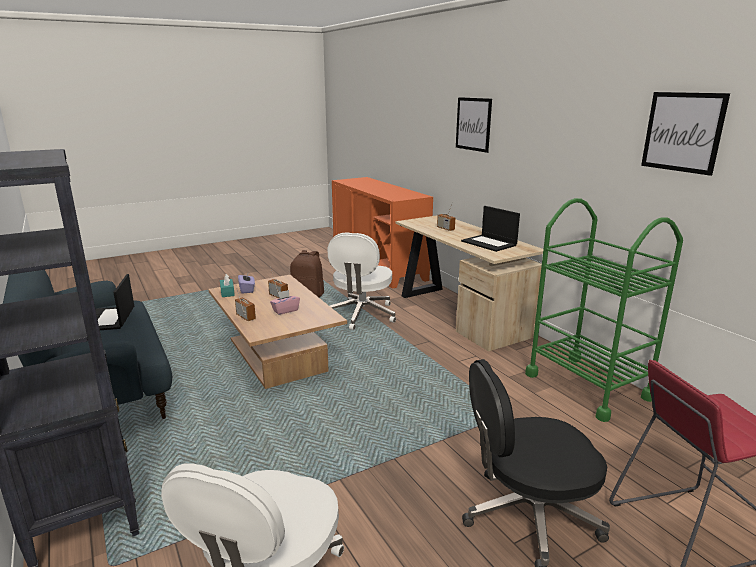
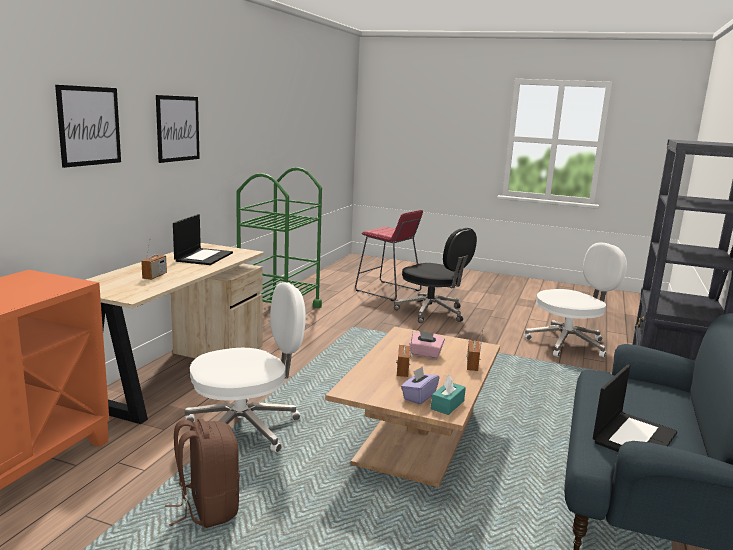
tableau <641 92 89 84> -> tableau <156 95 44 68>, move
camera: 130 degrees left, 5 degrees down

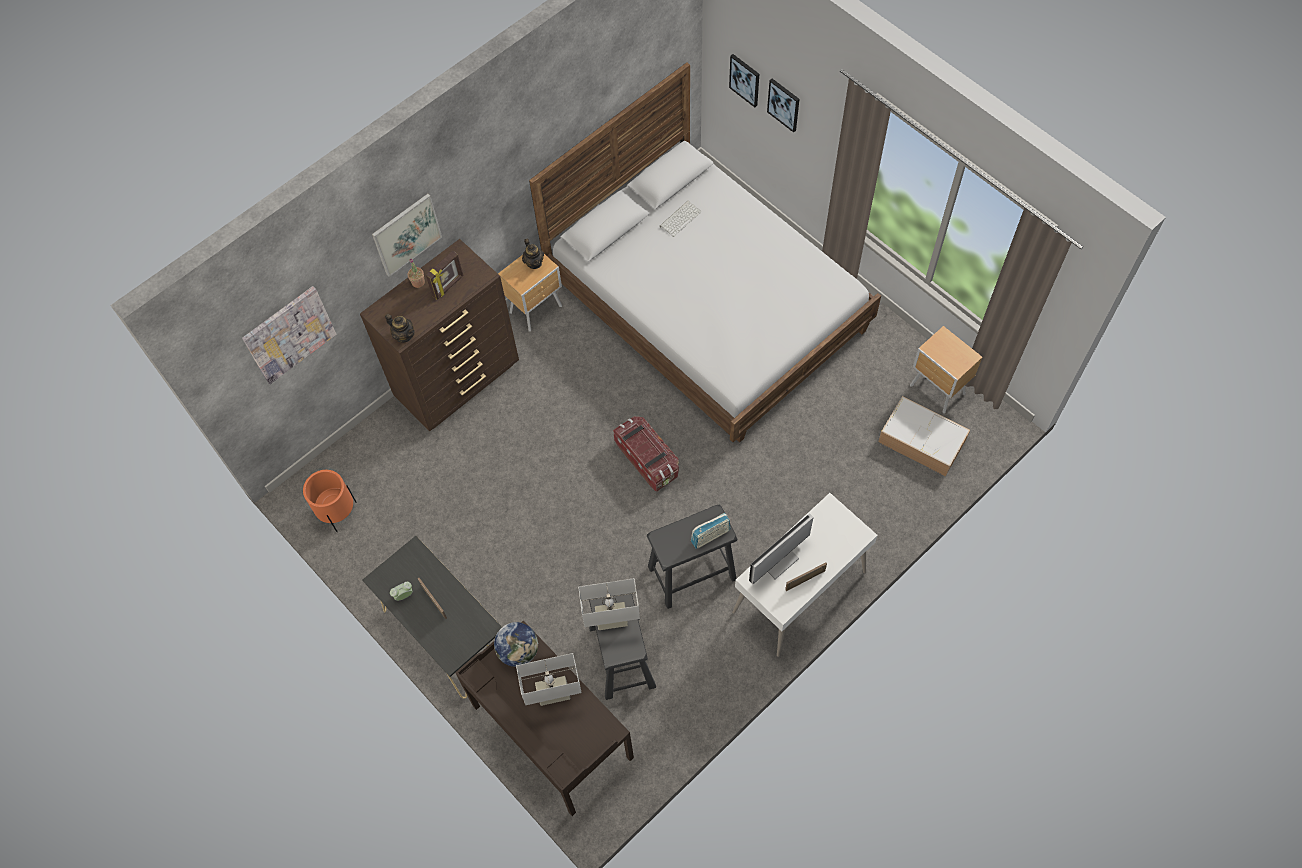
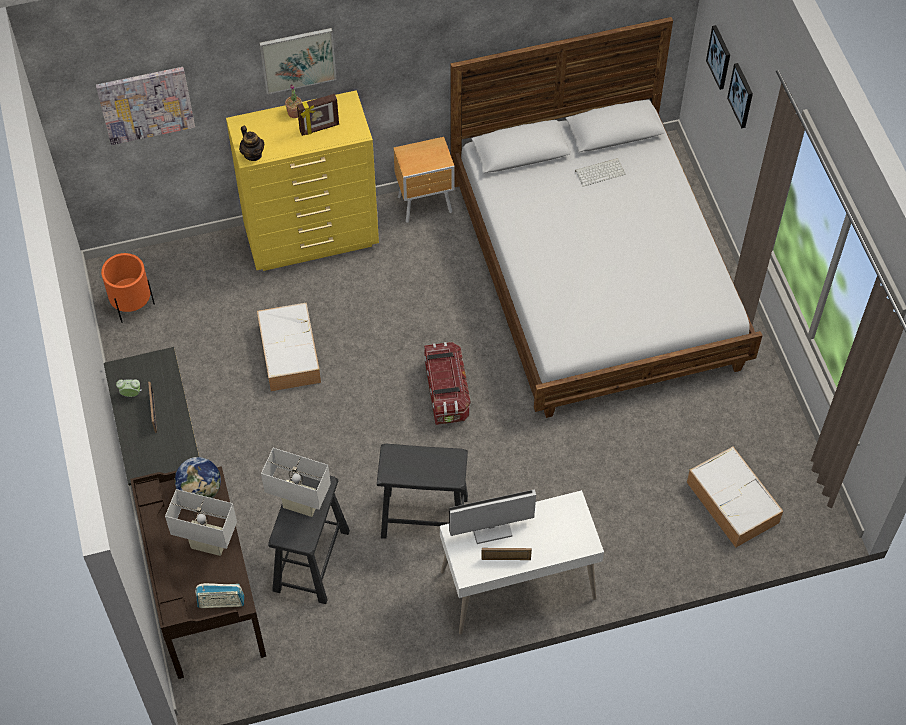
théière <522 238 22 31> -> none
commode/marron <360 239 159 192> -> commode/jaune <226 90 153 181>
table de chevet/marron <910 326 72 87> -> none
radio <691 513 40 36> -> radio <195 583 49 25>, move
none -> boîte de rangement <257 303 64 88>
camera: 25 degrees right, 5 degrees down

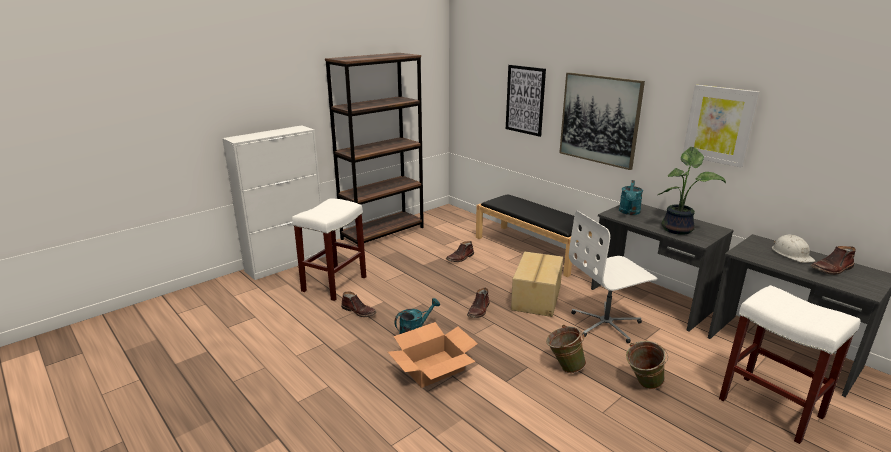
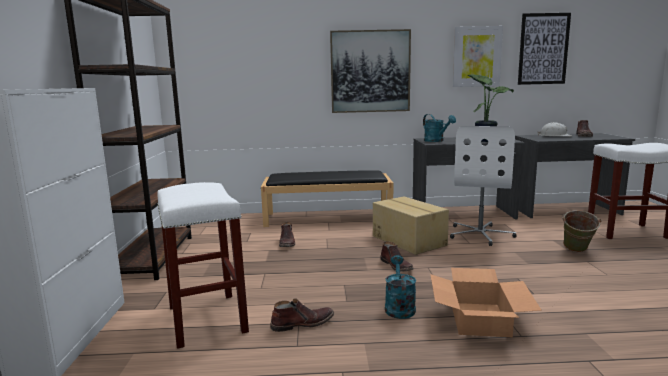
tableau <506 65 40 72> -> tableau <518 13 53 72>, move
seau/vert <546 325 40 48> -> none
camera: 50 degrees left, 10 degrees down

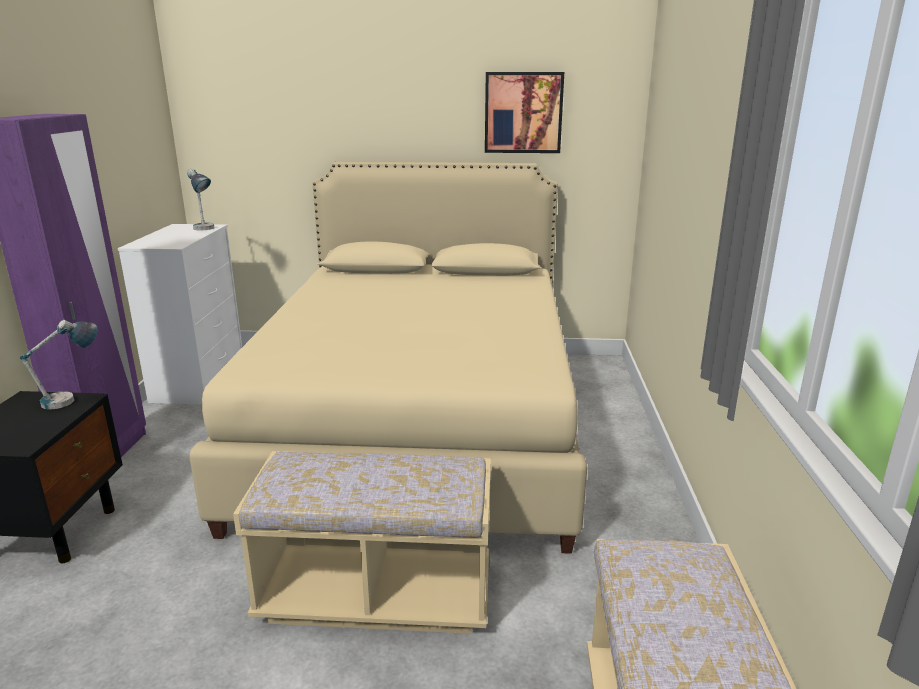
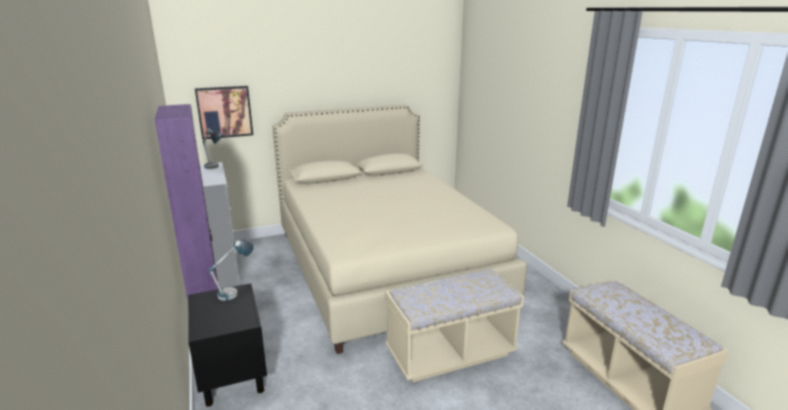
tableau <485 72 79 81> -> tableau <195 86 58 54>, move
camera: 25 degrees left, 0 degrees up

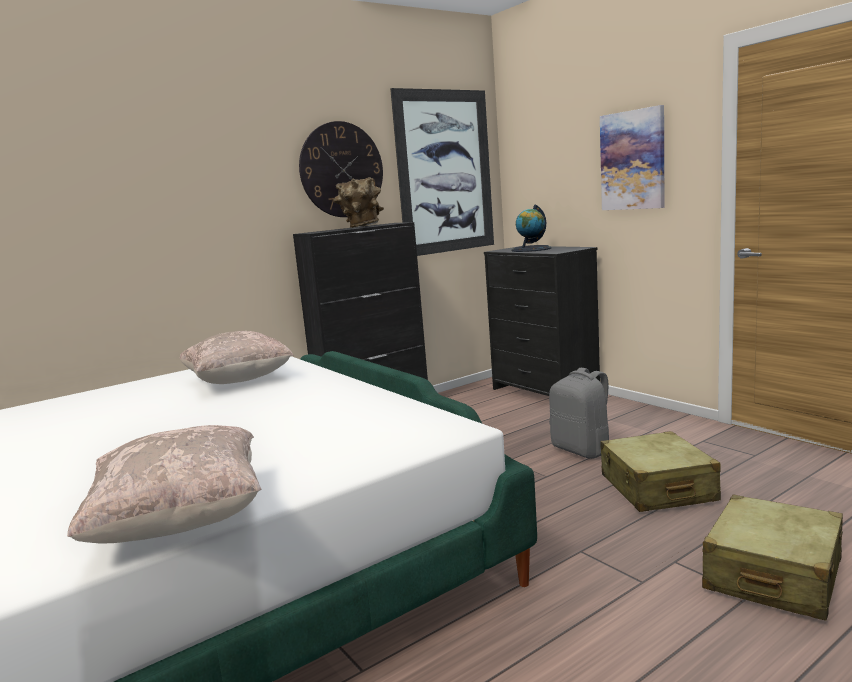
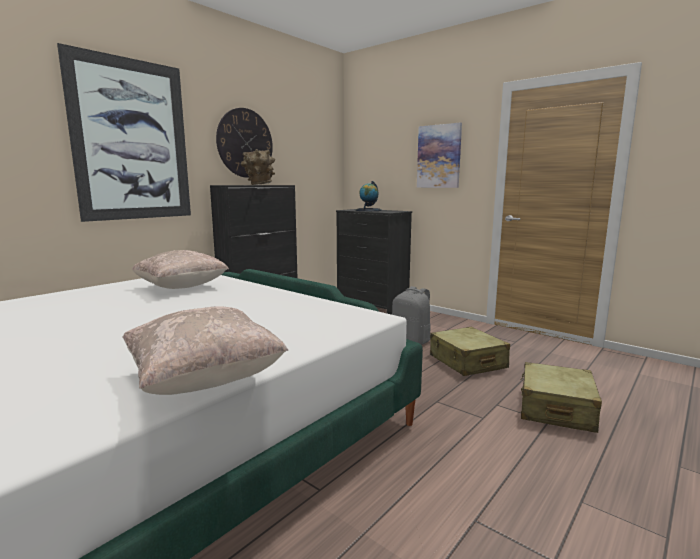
tableau <390 88 104 168> -> tableau <57 43 134 179>, move
camera: 15 degrees left, 0 degrees up

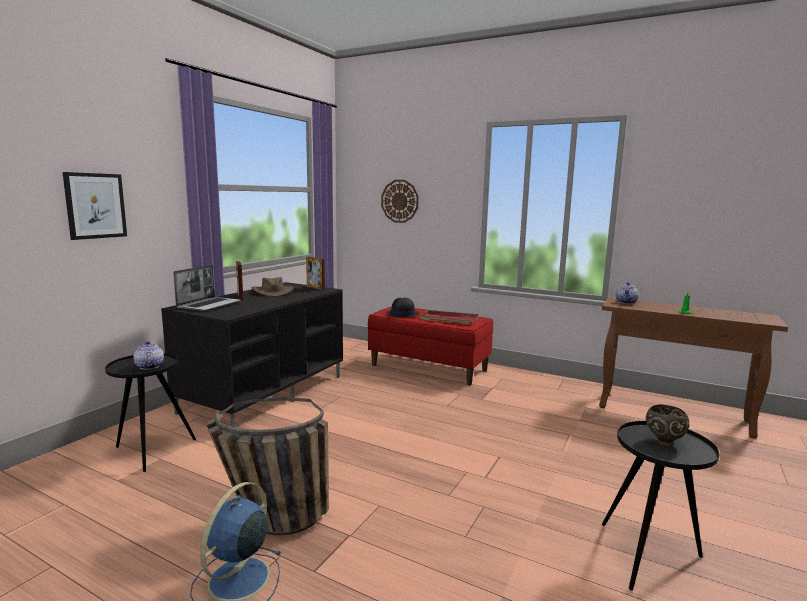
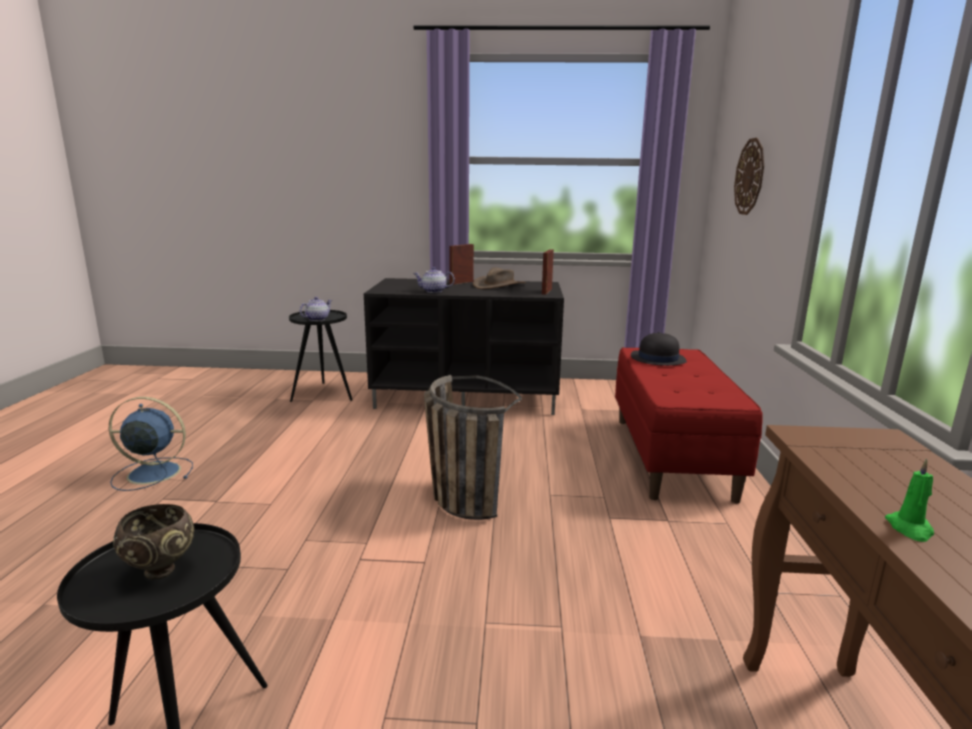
tableau <63 172 64 68> -> none
ordinateur portable <173 265 68 47> -> none
théière <616 282 23 22> -> théière <413 267 42 26>, move
plateau/rouge <420 310 58 14> -> none
panier <207 398 122 137> -> panier <424 375 98 145>, move
camera: 65 degrees right, 5 degrees up

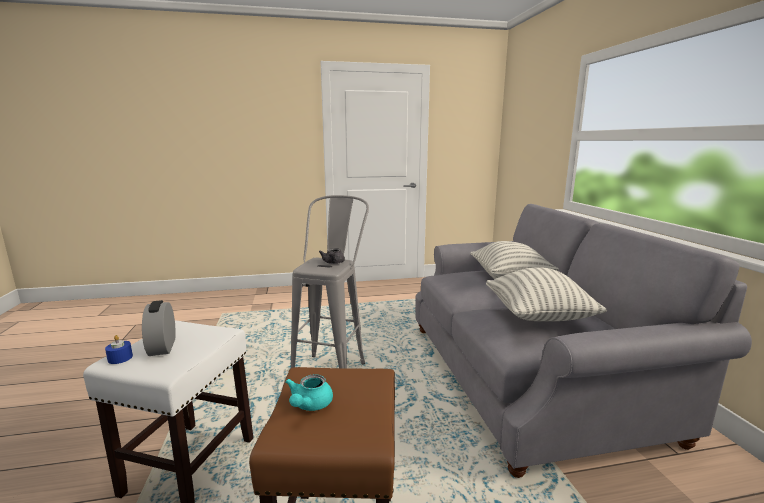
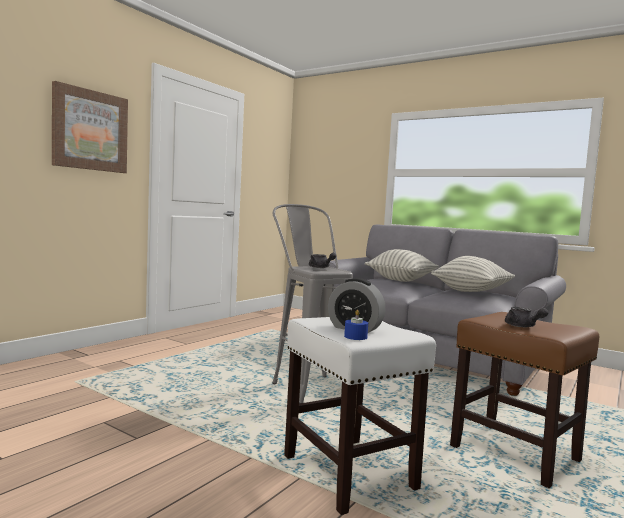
théière/turquoise <285 374 48 37> -> théière/gris <505 307 43 20>
none -> tableau <52 81 76 92>
camera: 45 degrees left, 10 degrees down

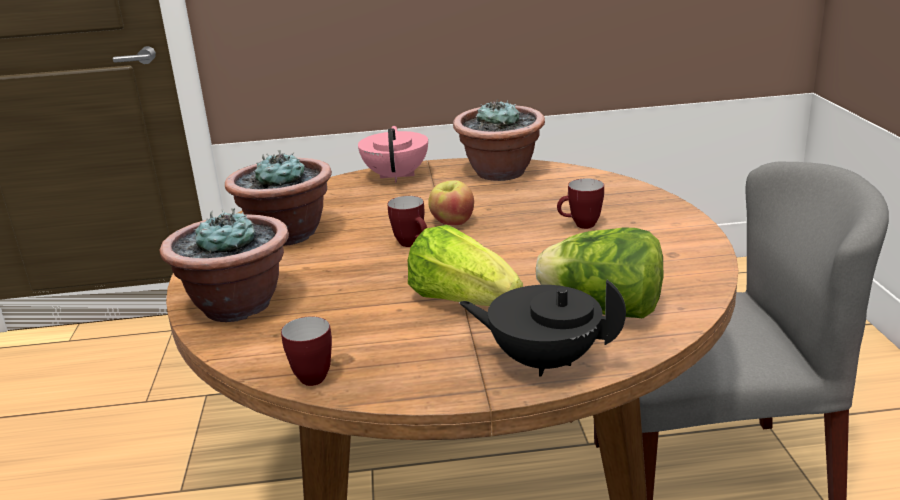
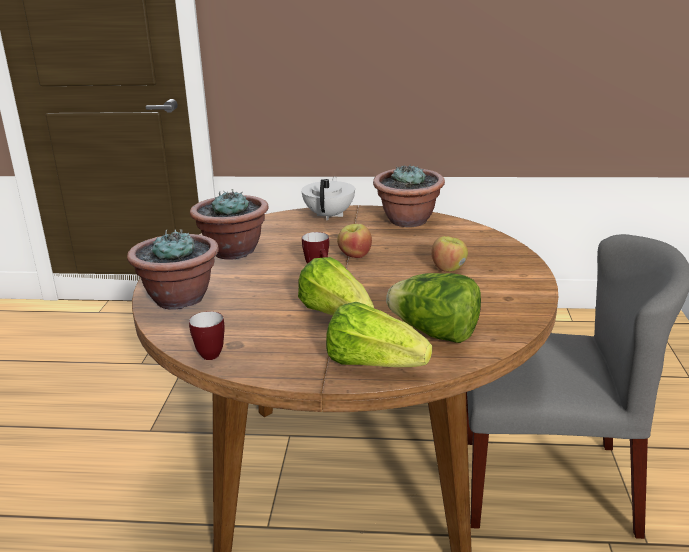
théière/rose <358 126 70 57> -> théière/blanc <301 177 54 43>
mug <557 178 47 51> -> pomme <431 236 37 36>
théière/noir <459 280 167 97> -> laitue <326 302 106 65>
camera: 10 degrees right, 0 degrees up

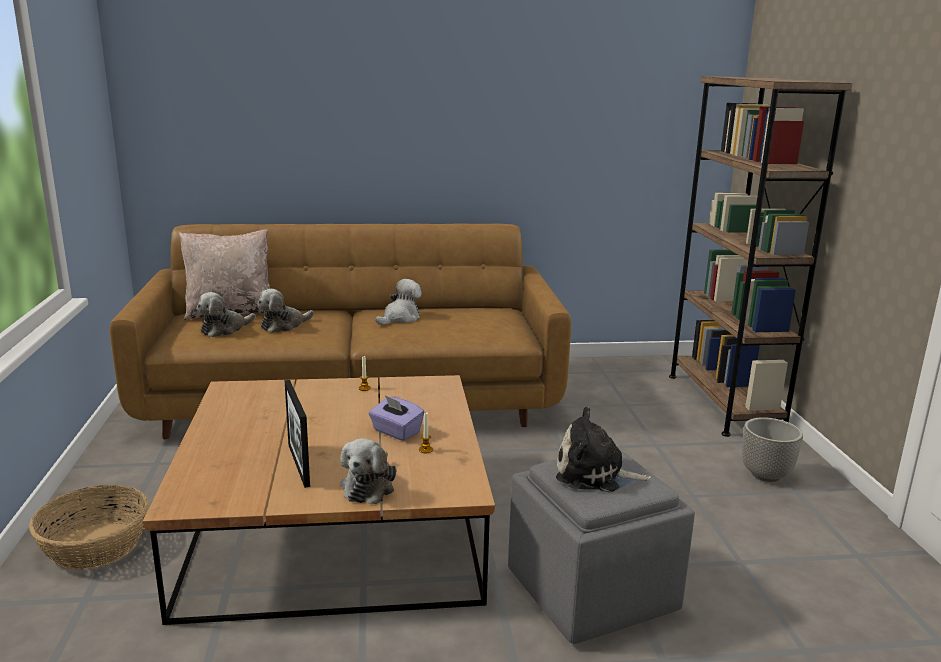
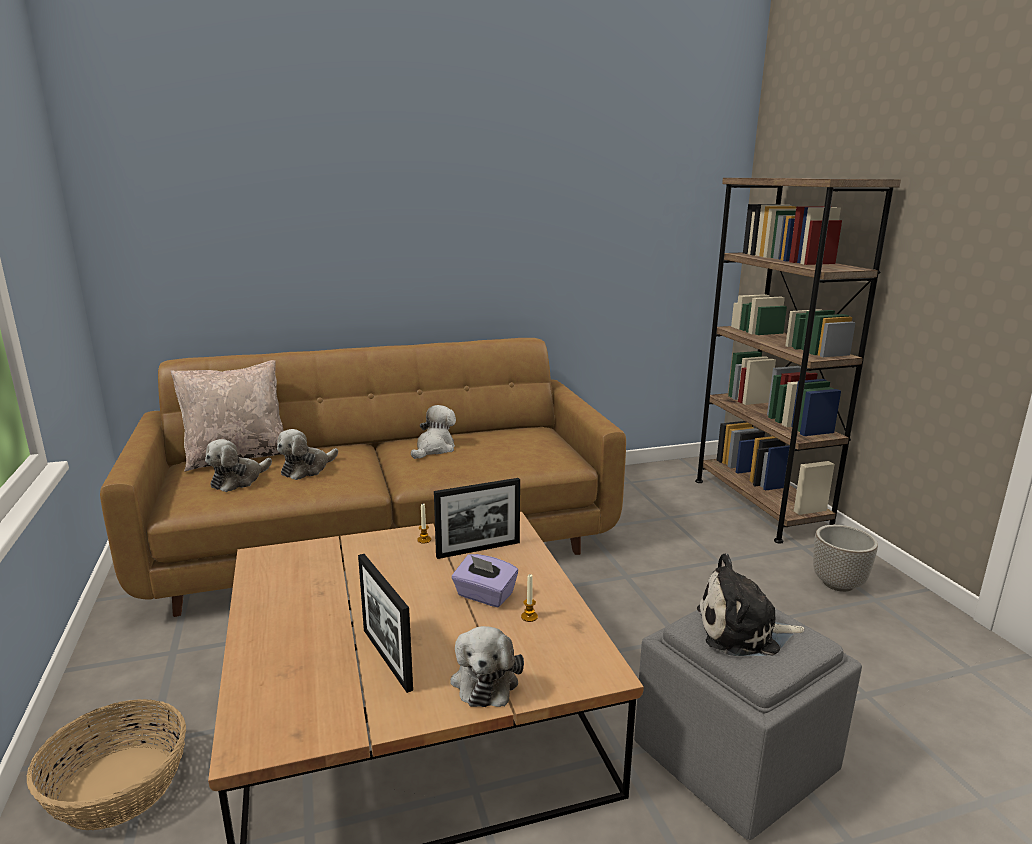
none -> cadre photo <434 478 86 81>
camera: 10 degrees left, 0 degrees up

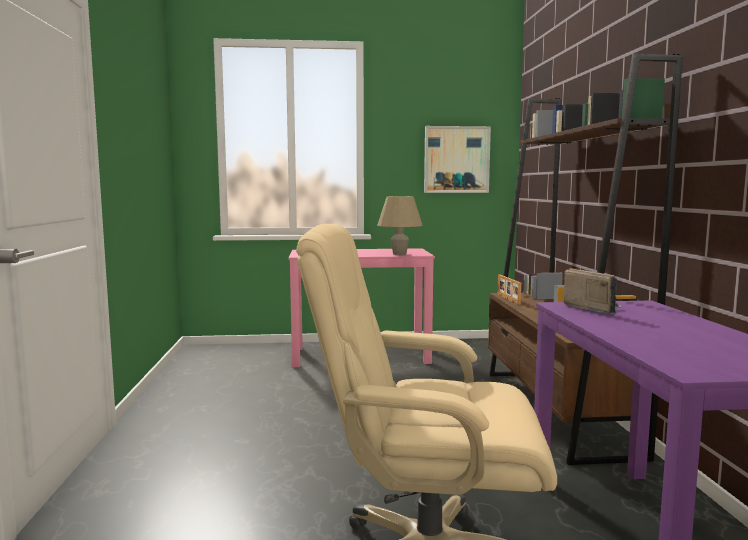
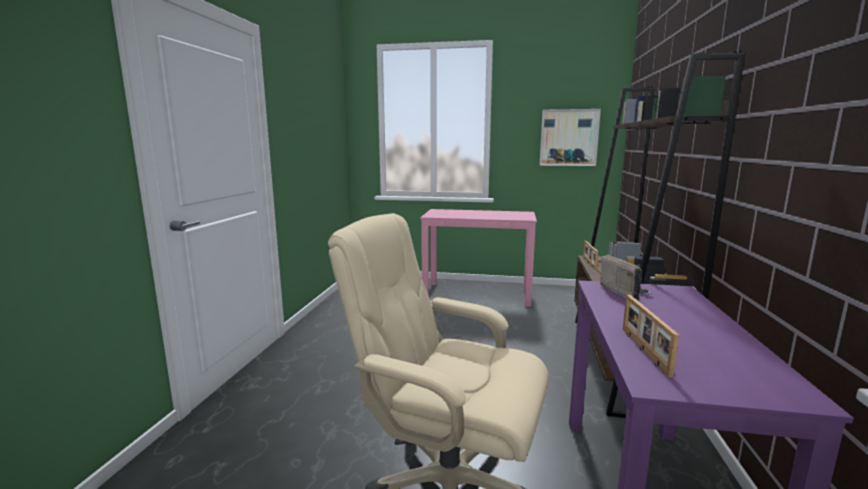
lampe de table/beige <377 196 46 59> -> none
none -> cadre photo <623 295 56 82>
camera: 15 degrees right, 5 degrees up

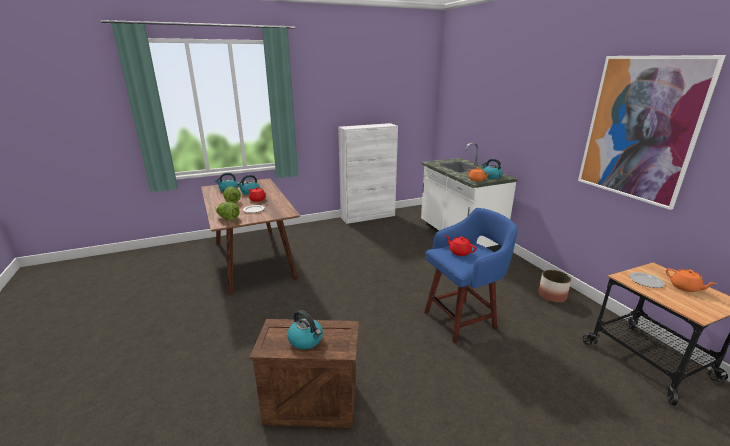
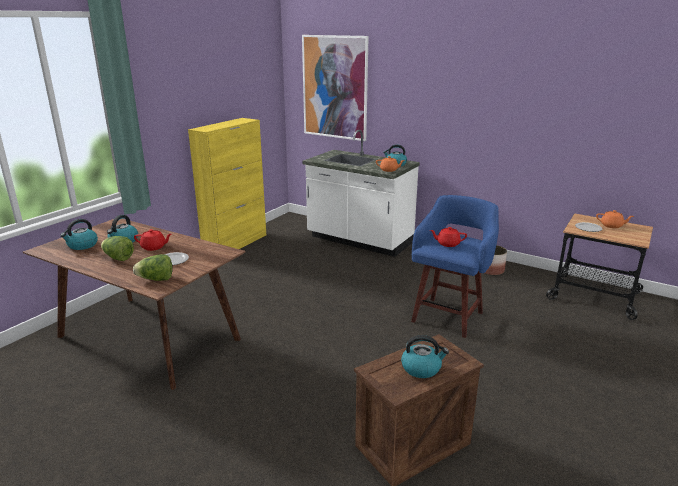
tableau <578 55 148 155> -> tableau <302 35 67 106>, move
meuble de rangement/blanc <338 123 60 101> -> meuble de rangement/jaune <188 118 78 131>
camera: 35 degrees left, 0 degrees up

